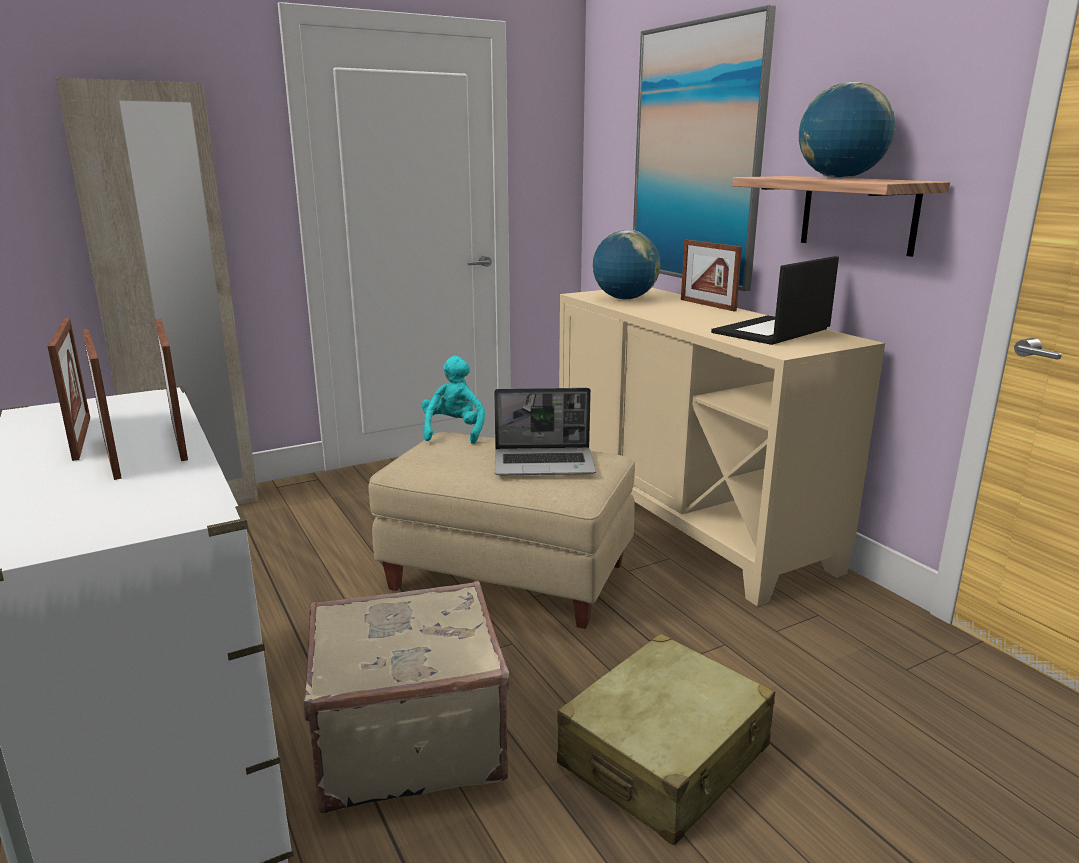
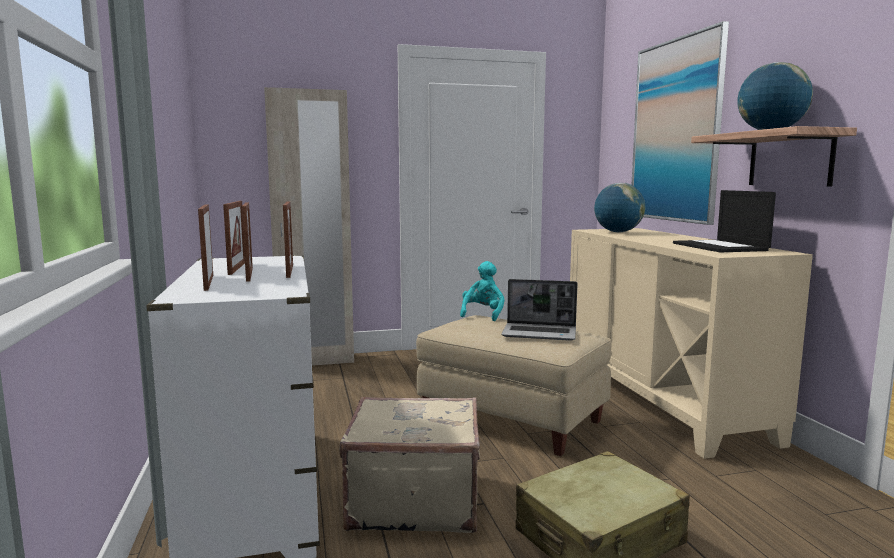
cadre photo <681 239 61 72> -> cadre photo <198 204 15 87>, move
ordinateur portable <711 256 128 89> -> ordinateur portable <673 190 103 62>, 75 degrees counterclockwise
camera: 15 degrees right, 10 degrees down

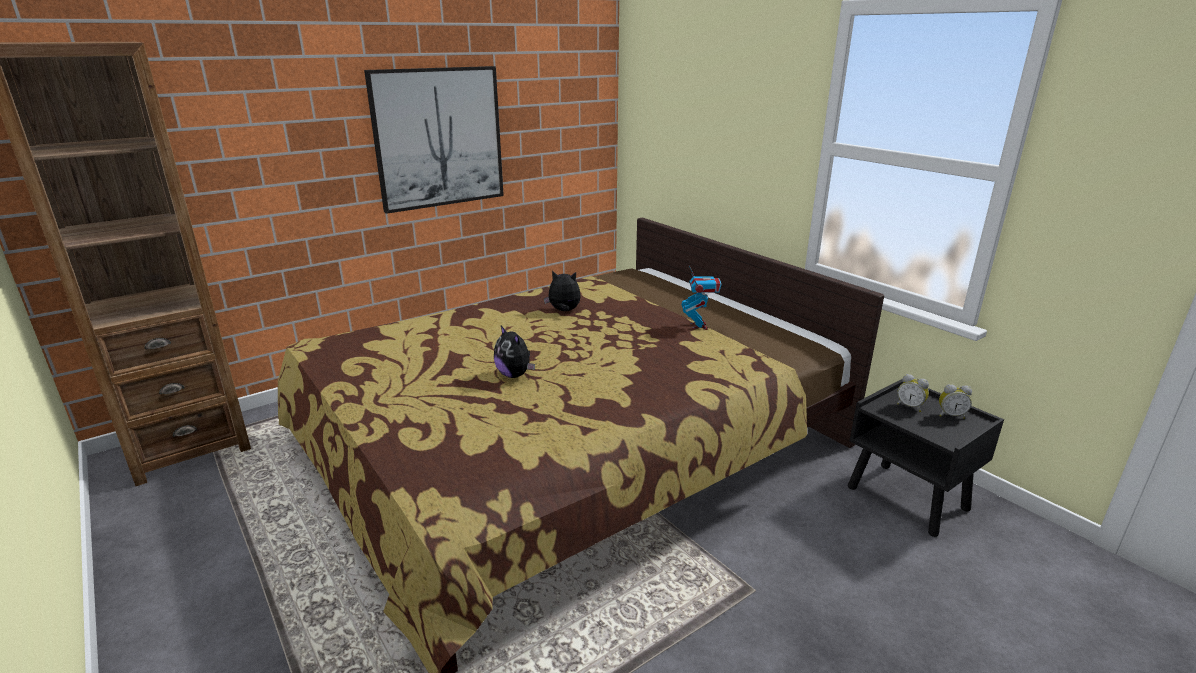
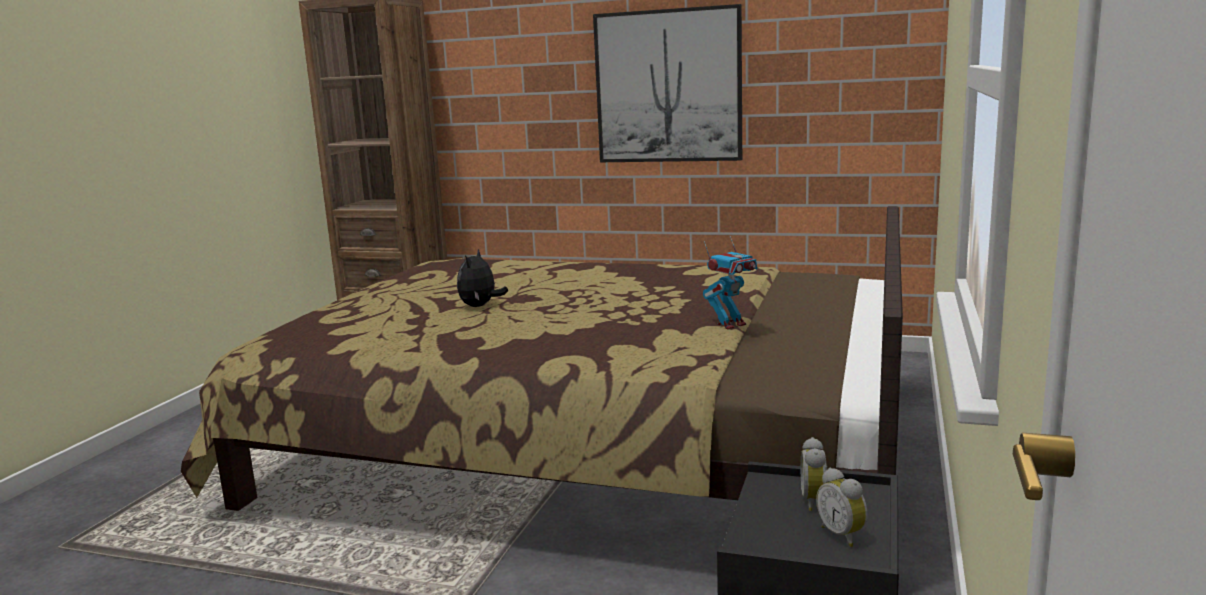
peluche <544 270 37 41> -> none
camera: 55 degrees right, 10 degrees down

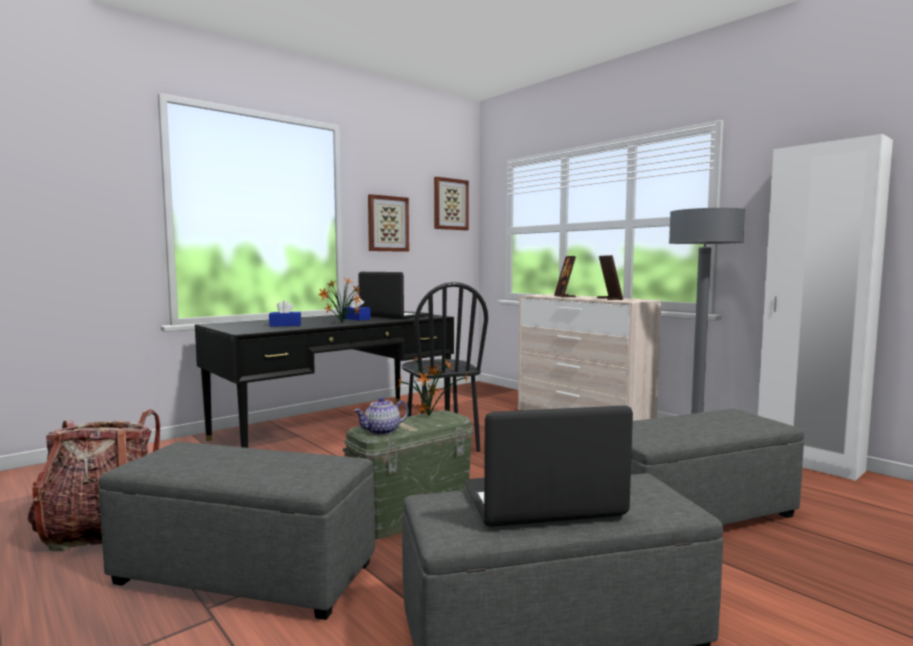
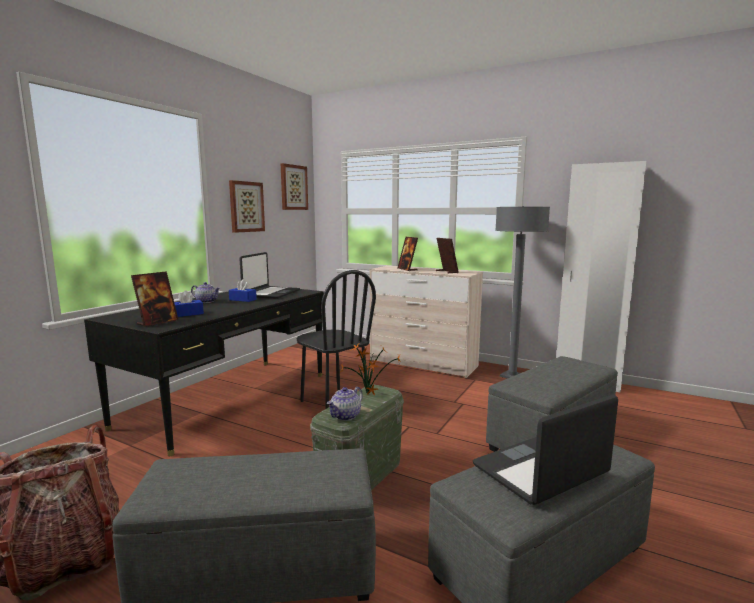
ordinateur portable <358 272 71 47> -> ordinateur portable <240 252 60 47>, 90 degrees clockwise
plante en pot <318 278 43 45> -> none
none -> cadre photo <131 271 47 56>
none -> théière <191 282 29 21>
camera: 20 degrees left, 5 degrees up

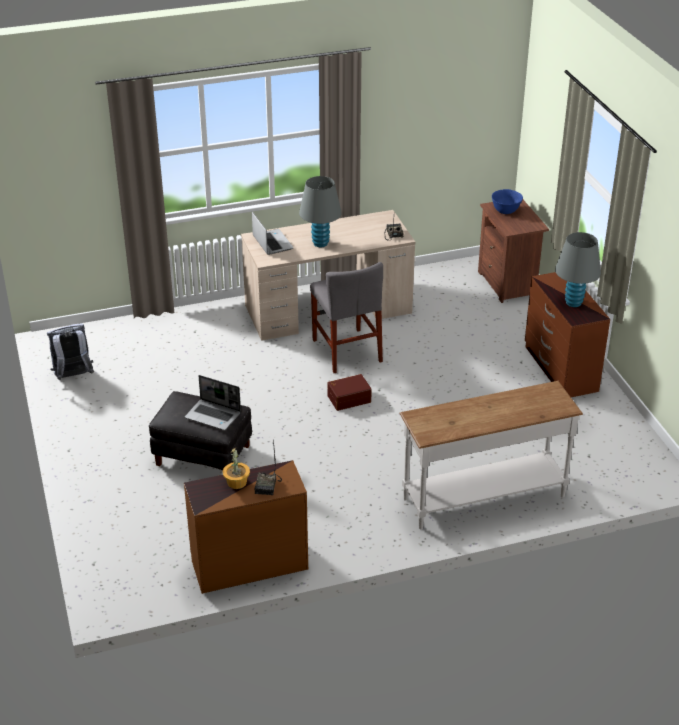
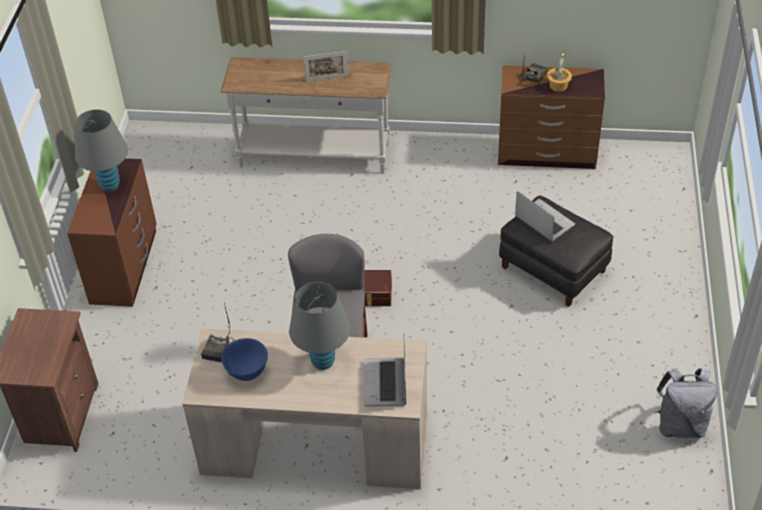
bol/bleu <492 189 31 25> -> bol/bleu <221 338 47 43>, move
none -> cadre photo <303 51 46 31>
camera: 155 degrees left, 10 degrees up

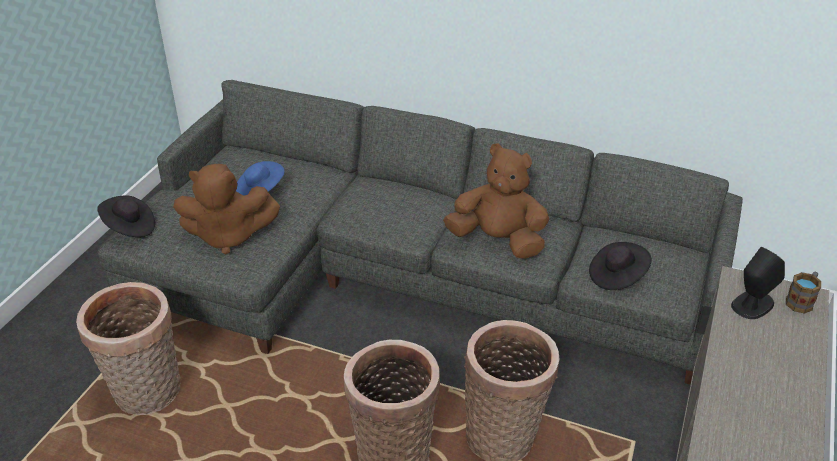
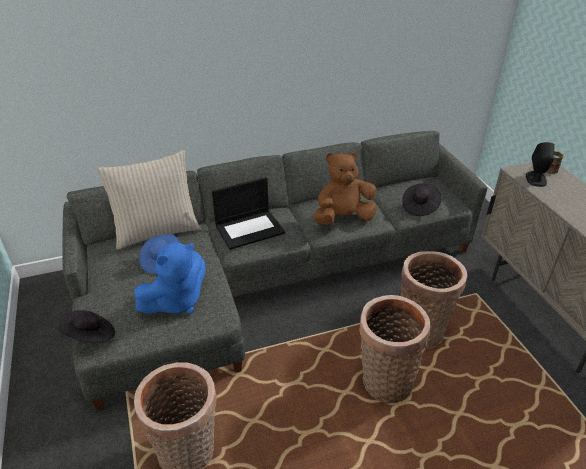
peluche/marron <173 164 107 91> -> peluche/bleu <134 242 72 72>
none -> coussin/beige <97 150 104 100>
none -> ordinateur portable <212 177 73 73>
camera: 40 degrees left, 0 degrees up

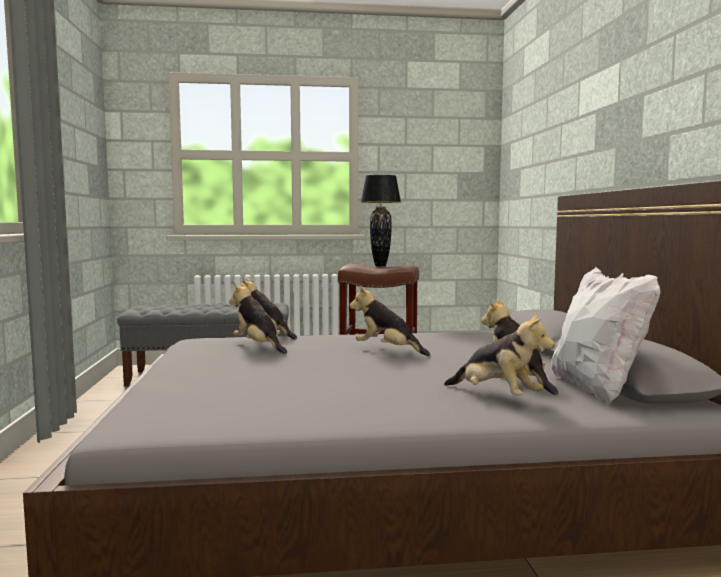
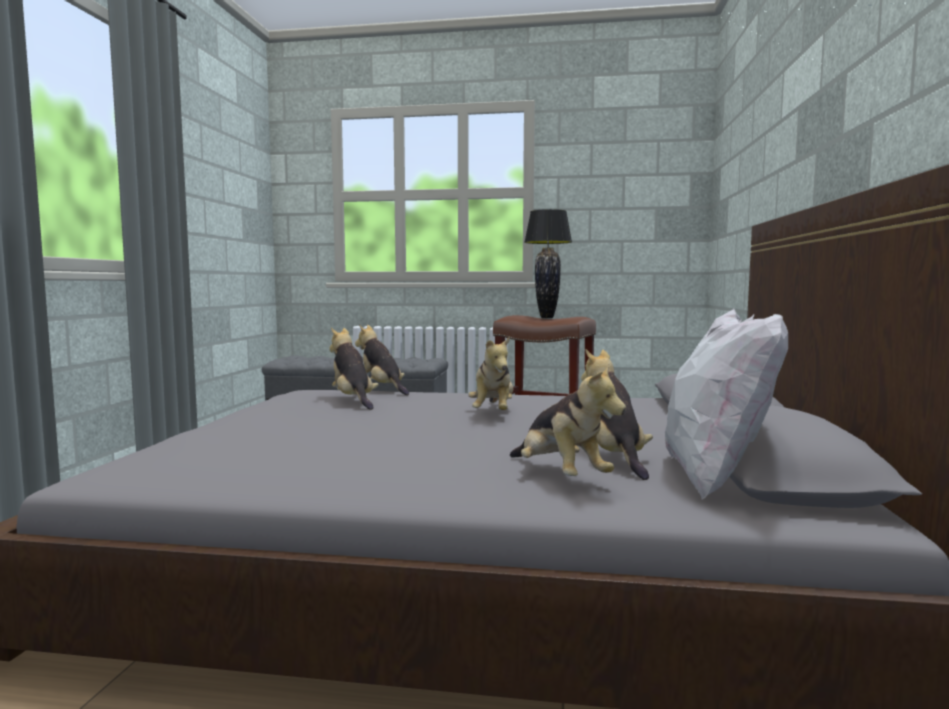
peluche <349 286 81 70> -> peluche <468 336 45 74>, 135 degrees counterclockwise
camera: 15 degrees right, 0 degrees up

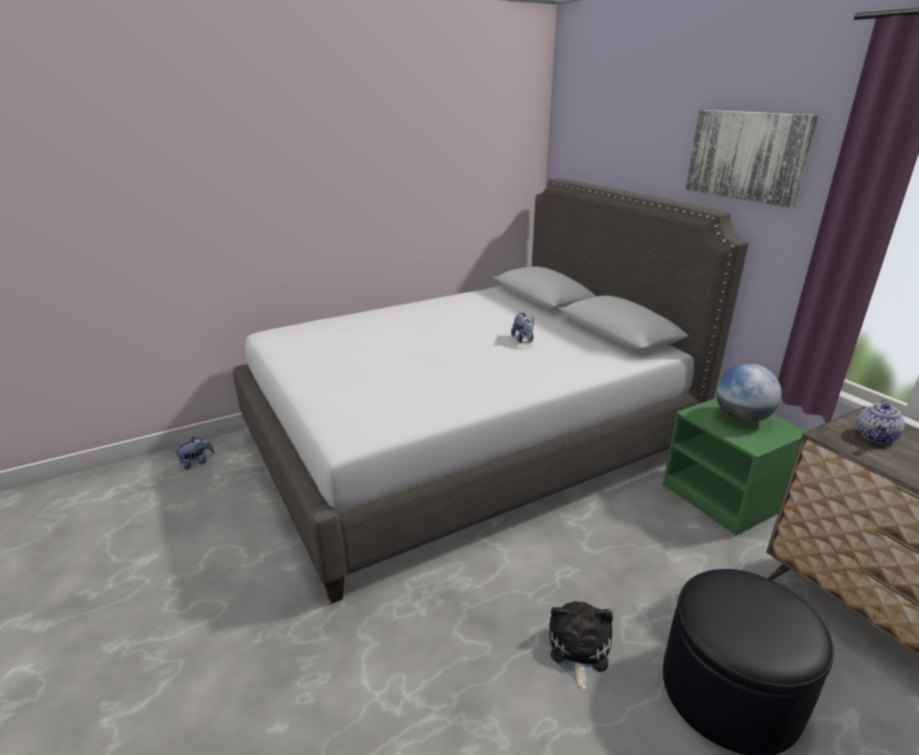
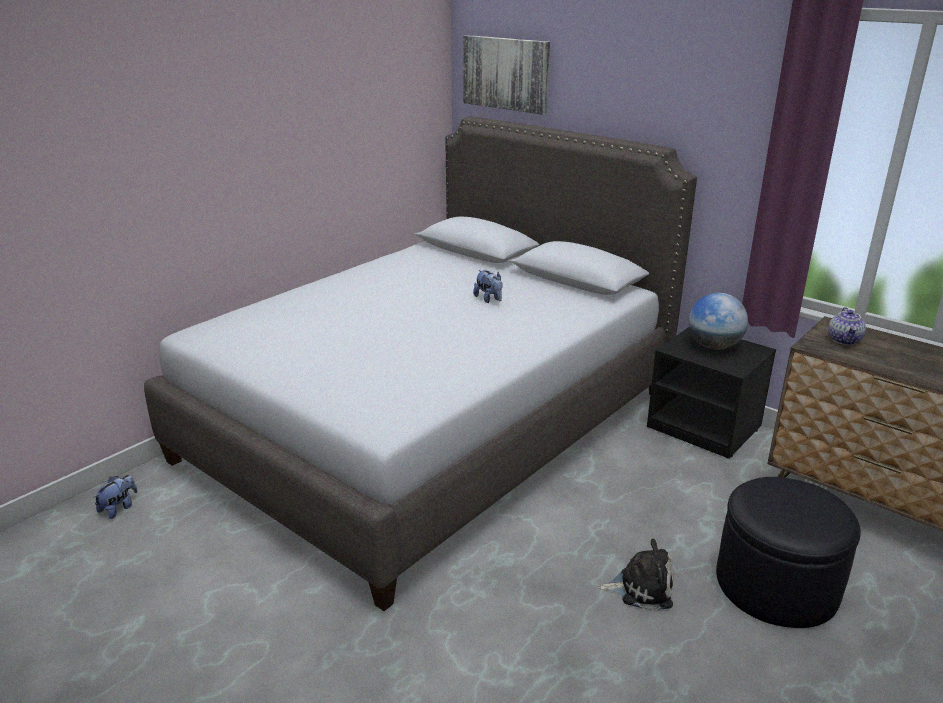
tableau <686 110 132 98> -> tableau <463 35 87 80>, move
table de chevet/vert <663 398 144 137> -> table de chevet/noir <647 327 129 132>
peluche <549 601 64 91> -> peluche <598 539 76 72>, 105 degrees clockwise
camera: 20 degrees left, 0 degrees up

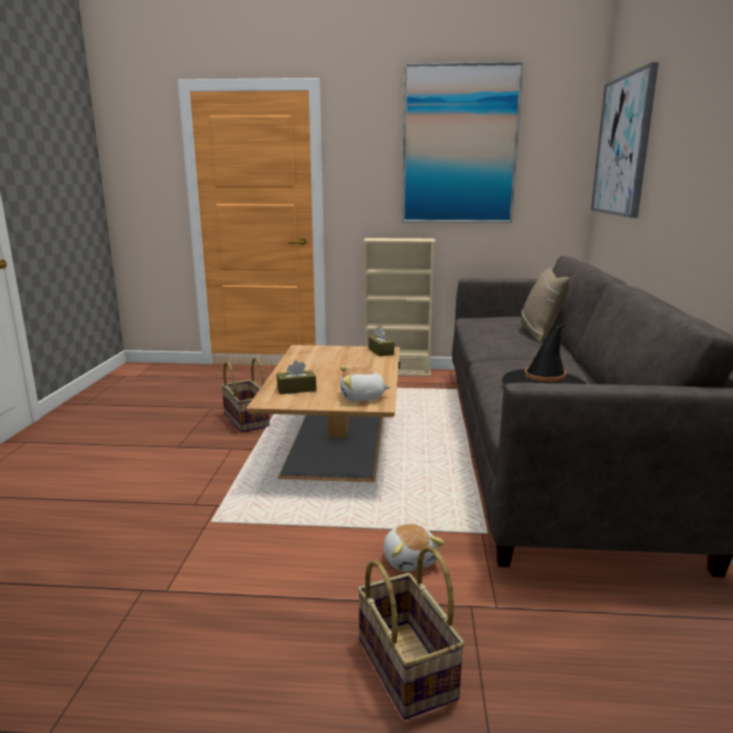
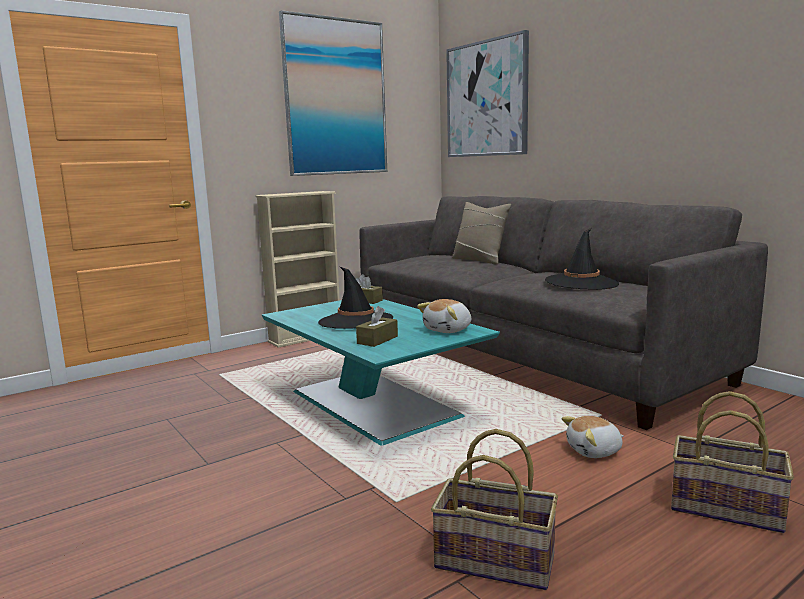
table basse/marron <246 345 154 137> -> table basse/turquoise <262 299 238 147>
panier <221 357 49 75> -> panier <431 429 127 161>, move
peluche <383 524 62 48> -> peluche <562 416 62 42>, 135 degrees clockwise
none -> chapeau/noir <318 267 75 62>
camera: 40 degrees left, 5 degrees down

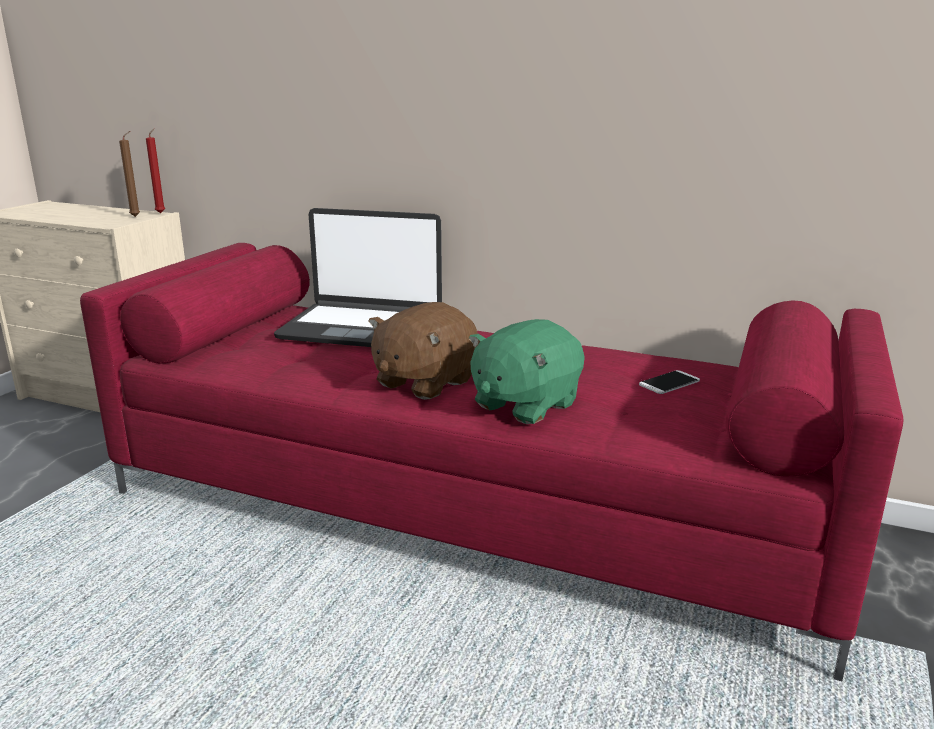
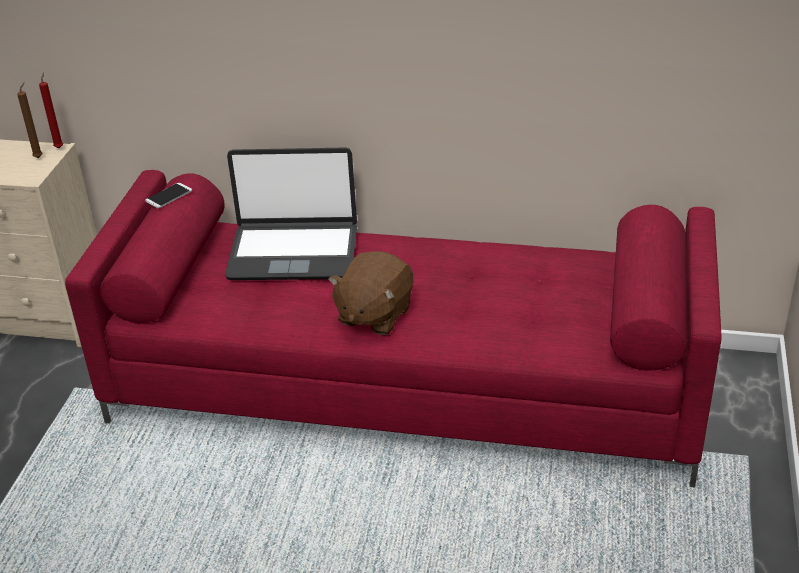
peluche/vert <469 319 116 105> -> none
téléphone <639 370 61 24> -> téléphone <145 183 47 25>, move
camera: 10 degrees left, 15 degrees up

